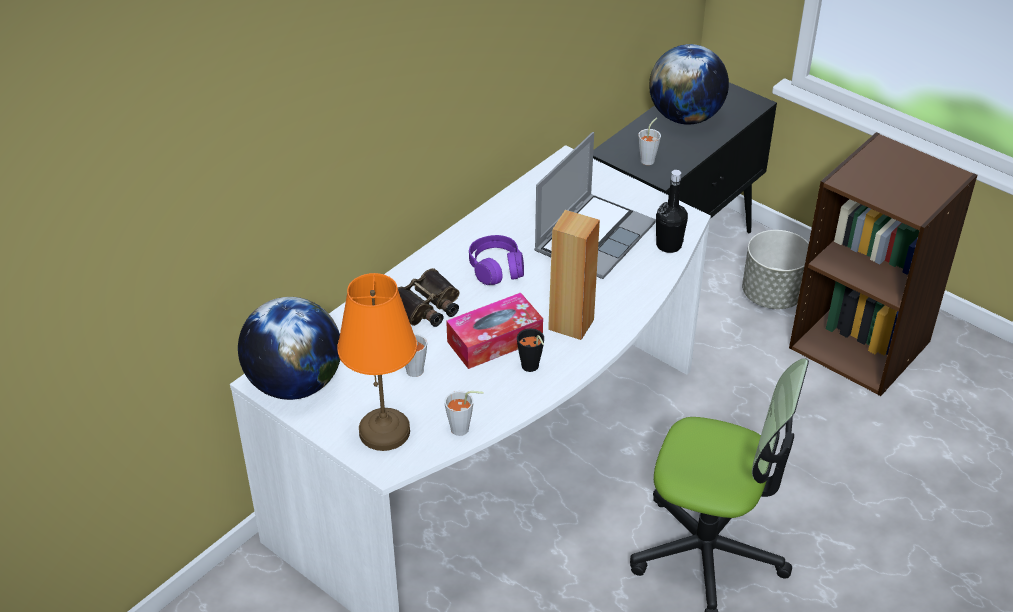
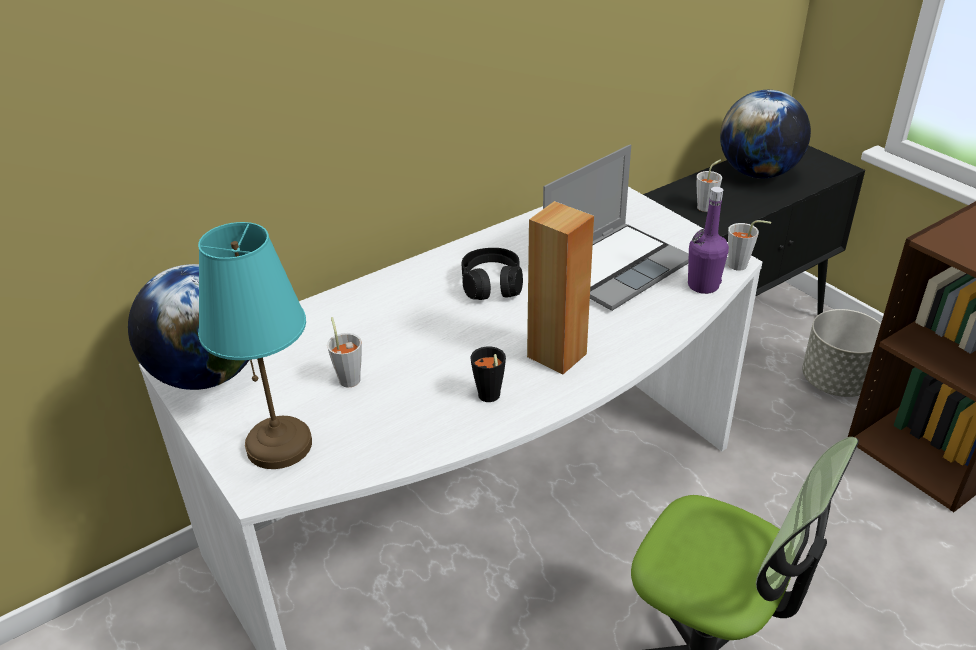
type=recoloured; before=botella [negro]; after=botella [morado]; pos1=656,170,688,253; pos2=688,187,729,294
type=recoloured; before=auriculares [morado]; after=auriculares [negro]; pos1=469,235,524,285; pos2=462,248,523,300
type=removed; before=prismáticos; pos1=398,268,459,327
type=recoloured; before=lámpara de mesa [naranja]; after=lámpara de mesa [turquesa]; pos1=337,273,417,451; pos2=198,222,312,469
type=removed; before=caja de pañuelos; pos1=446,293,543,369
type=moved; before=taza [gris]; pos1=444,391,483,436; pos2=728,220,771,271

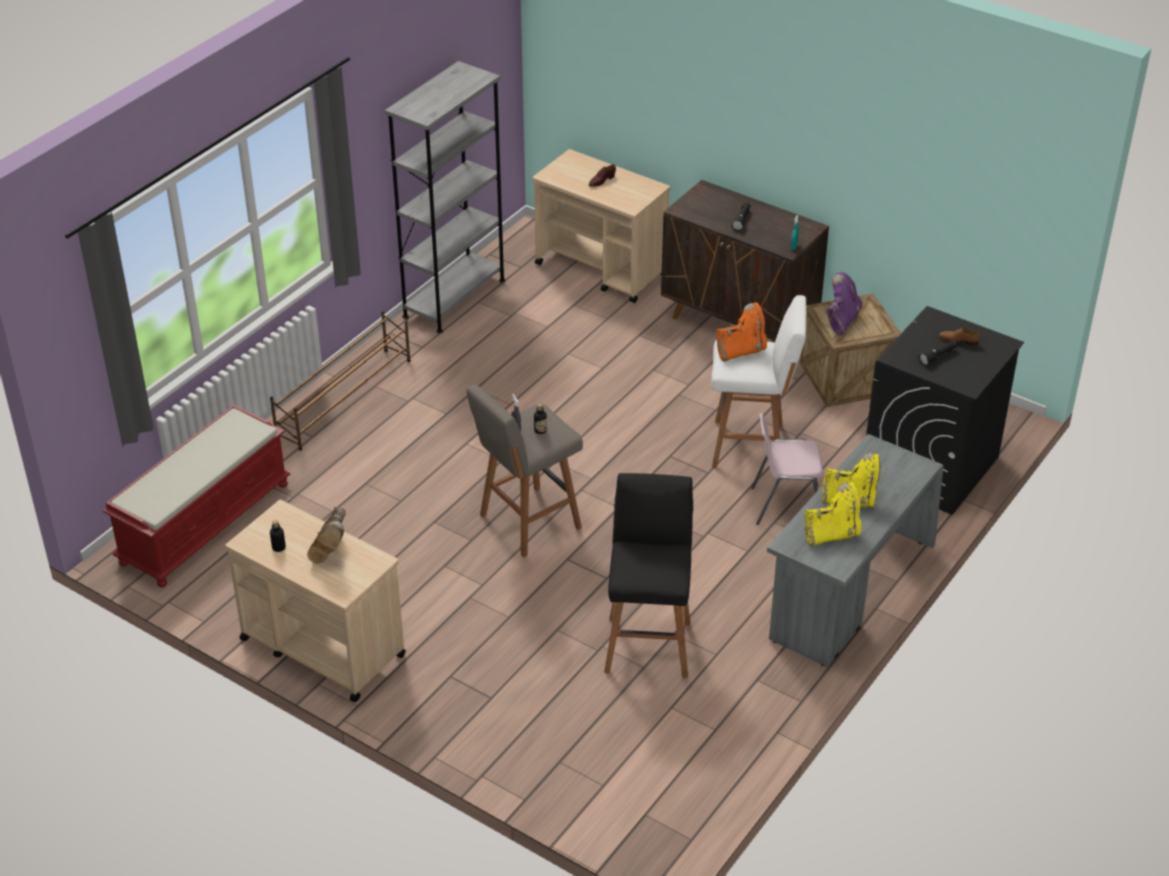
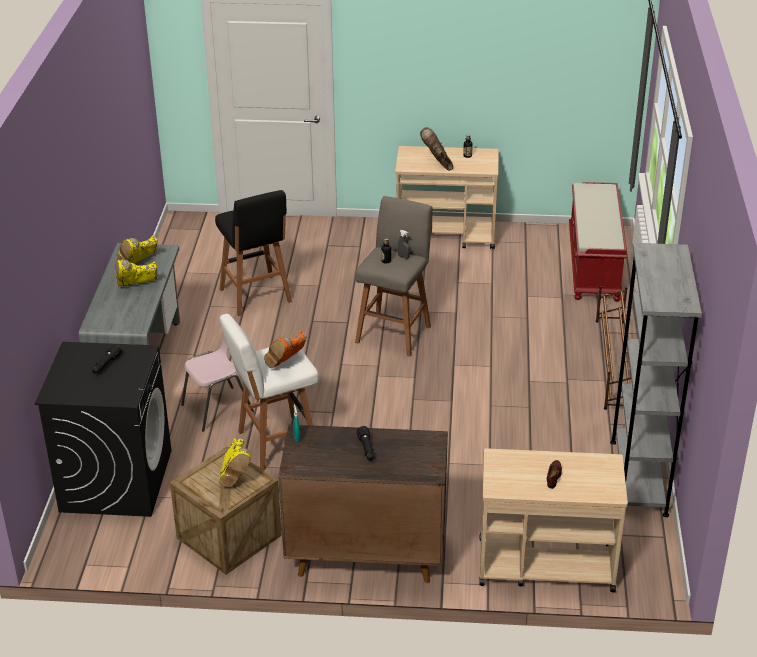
type=recoloured; before=bota [morado]; after=bota [amarillo]; pos1=826,272,862,335; pos2=219,438,251,488
type=removed; before=zapato [marrón]; pos1=939,328,980,346

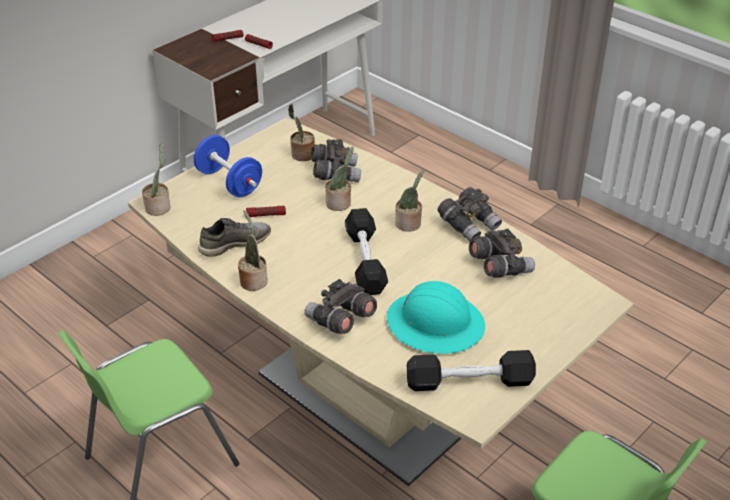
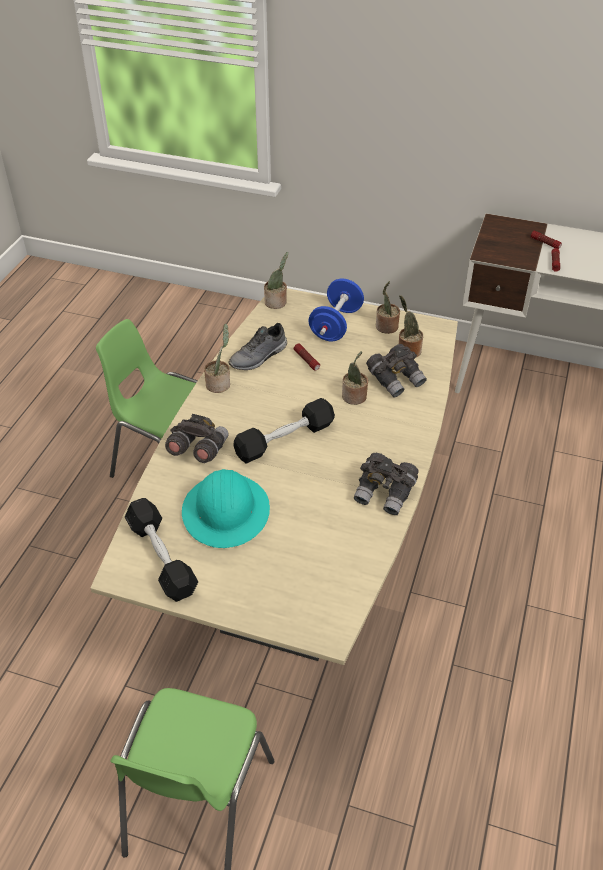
type=moved; before=planta en maceta; pos1=395,170,424,232; pos2=376,281,400,334
type=turned; before=zapato [gris]; pos1=198,218,271,257; pos2=228,323,287,370; turn=105
type=removed; before=prismáticos [gris]; pos1=469,229,535,278

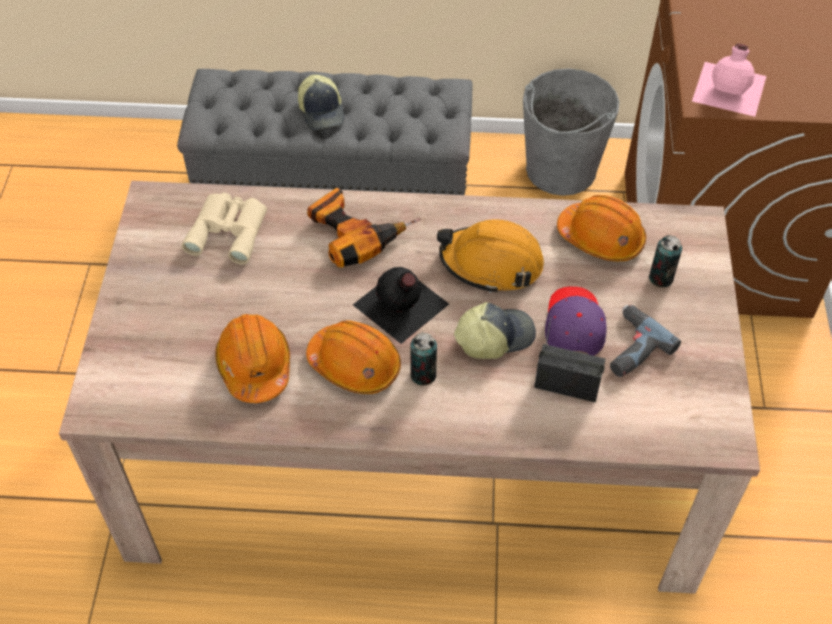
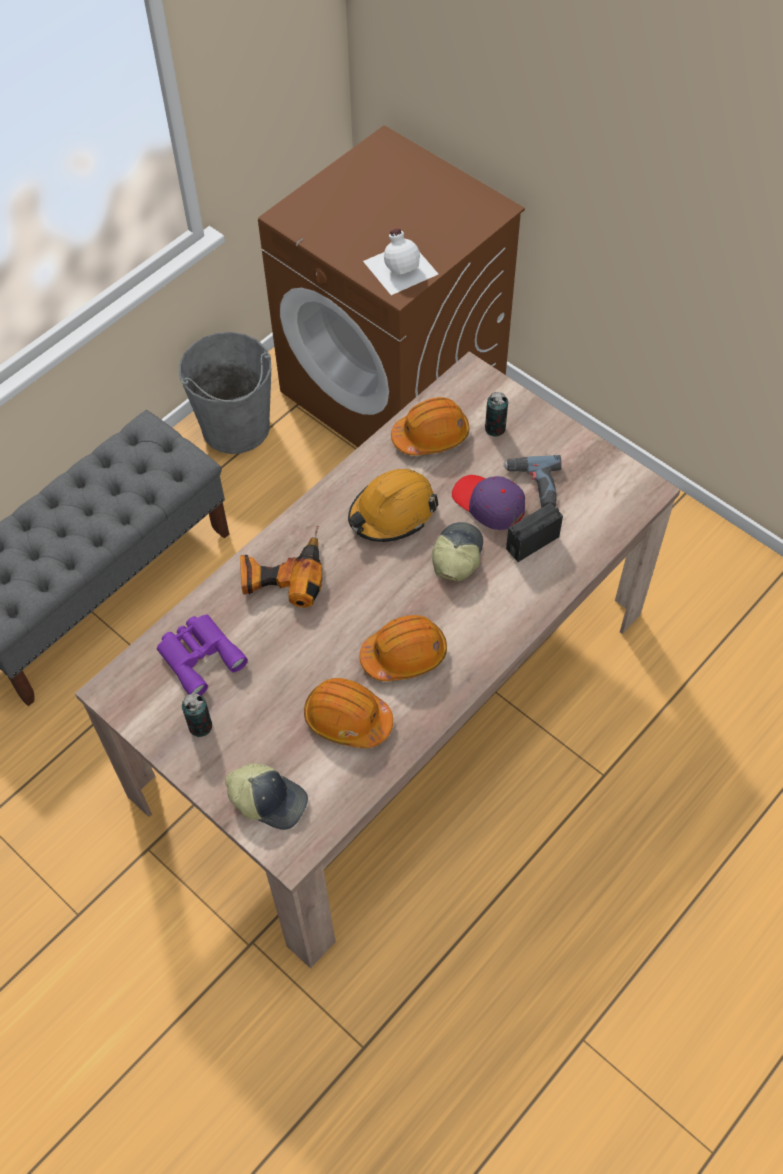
type=recoloured; before=botella [rosa]; after=botella [blanco]; pos1=692,44,766,117; pos2=363,229,438,295
type=moved; before=gorra; pos1=298,75,344,130; pos2=225,763,308,830
type=recoloured; before=prismáticos [beis]; after=prismáticos [morado]; pos1=182,193,267,265; pos2=157,614,248,696
type=removed; before=botella [negro]; pos1=353,267,449,344
type=moved; before=lata; pos1=410,333,437,385; pos2=182,693,212,737

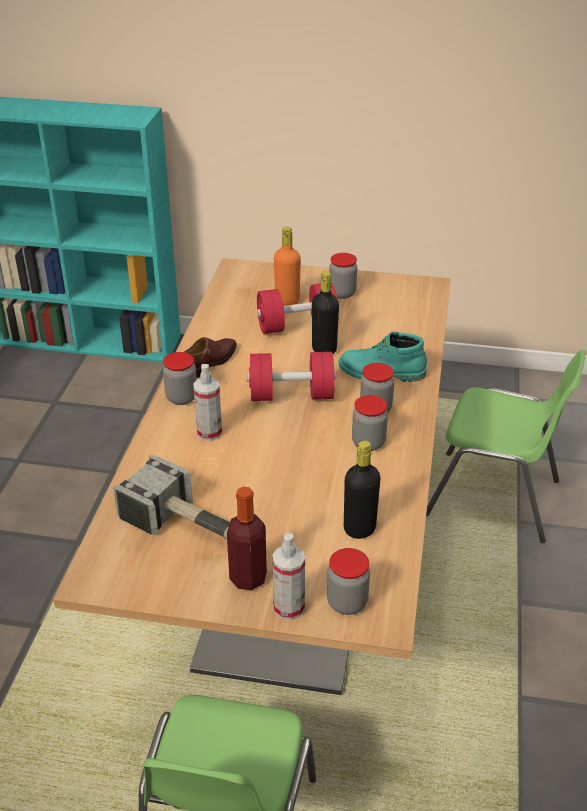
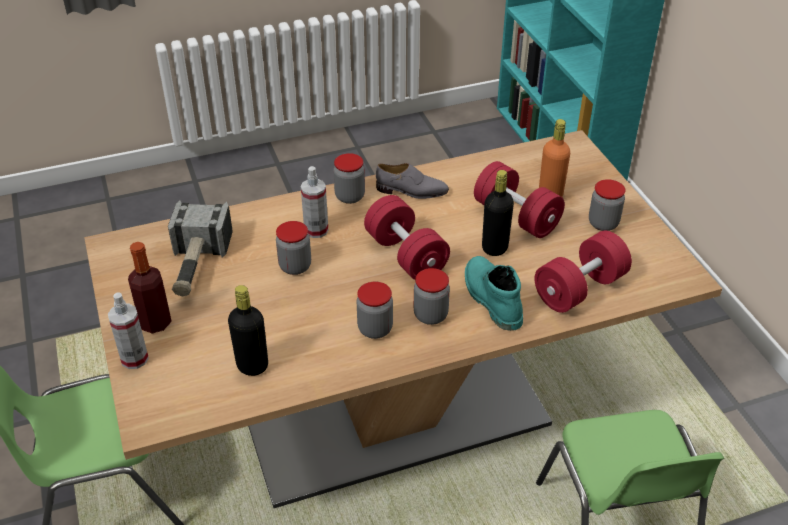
type=recoloured; before=zapato [marrón]; after=zapato [gris]; pos1=184,337,237,378; pos2=376,163,449,199
type=moved; before=tarro; pos1=327,548,370,615; pos2=276,221,311,275
type=added; after=mancuerna [rojo]; pos2=534,231,632,313

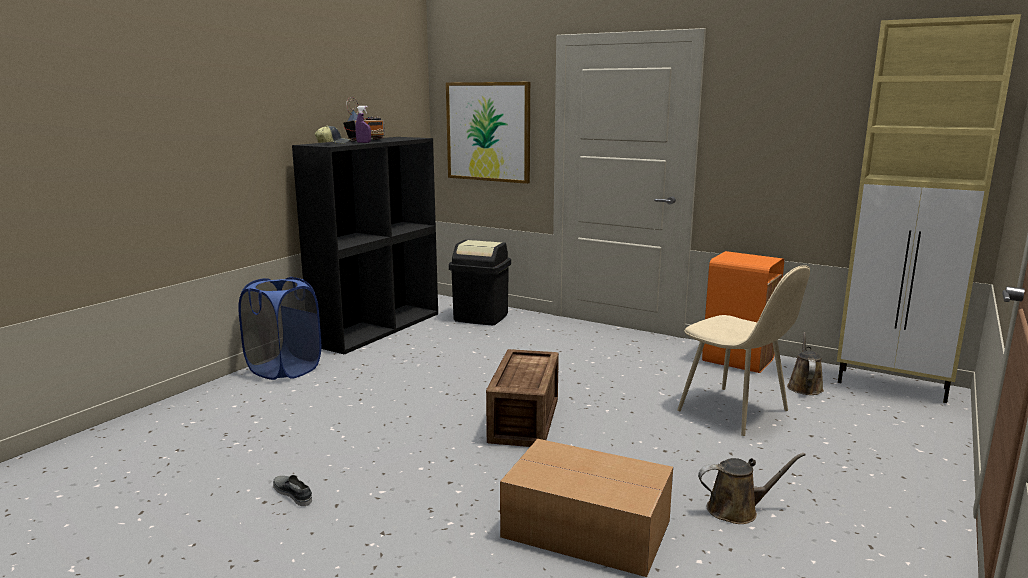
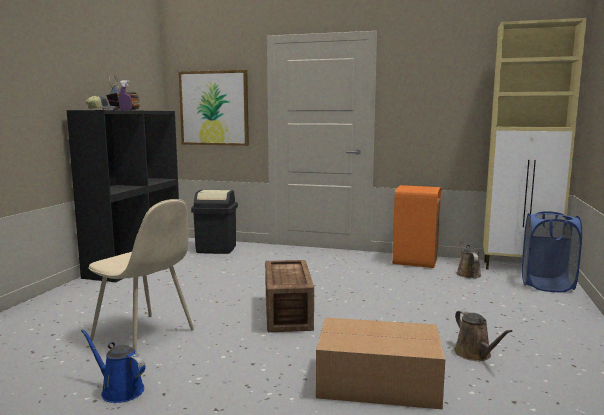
type=moved; before=silla [beis]; pos1=677,265,810,436; pos2=89,199,194,354
type=moved; before=cesto de la ropa [azul]; pos1=238,277,321,380; pos2=522,211,582,292
type=turned; before=regadera [marrón]; pos1=698,453,805,524; pos2=454,310,513,361; turn=90
type=replaced; before=zapato [gris]; after=regadera [azul]; pos1=273,475,312,506; pos2=81,329,145,403

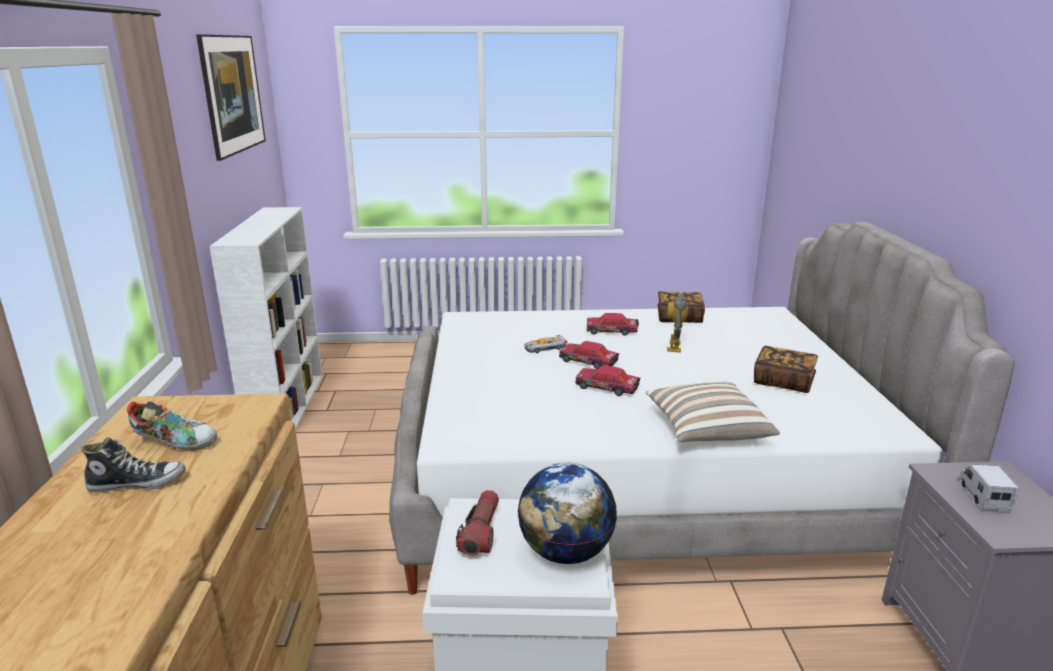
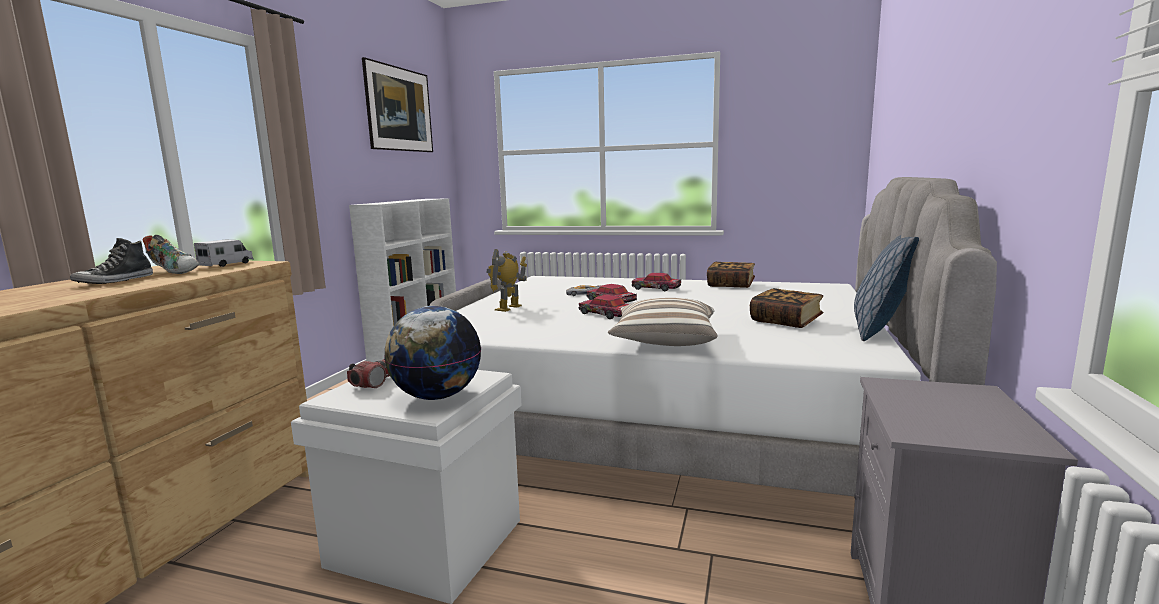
type=moved; before=robot de juguete; pos1=667,292,688,353; pos2=486,249,527,312
type=turned; before=zapato; pos1=81,437,186,493; pos2=70,238,153,284; turn=105
type=moved; before=camión de juguete; pos1=959,464,1019,511; pos2=194,240,254,267
type=added; after=cojín; pos2=854,235,919,341

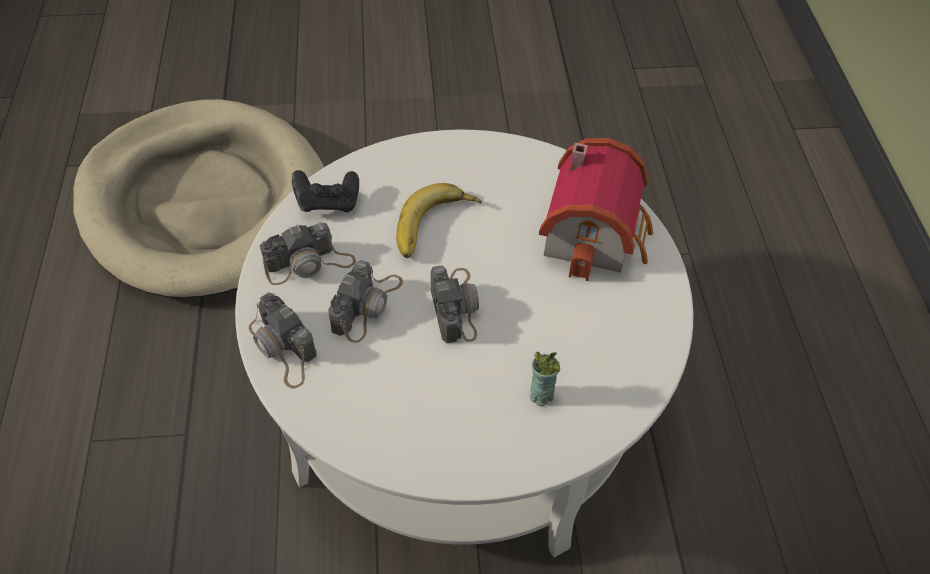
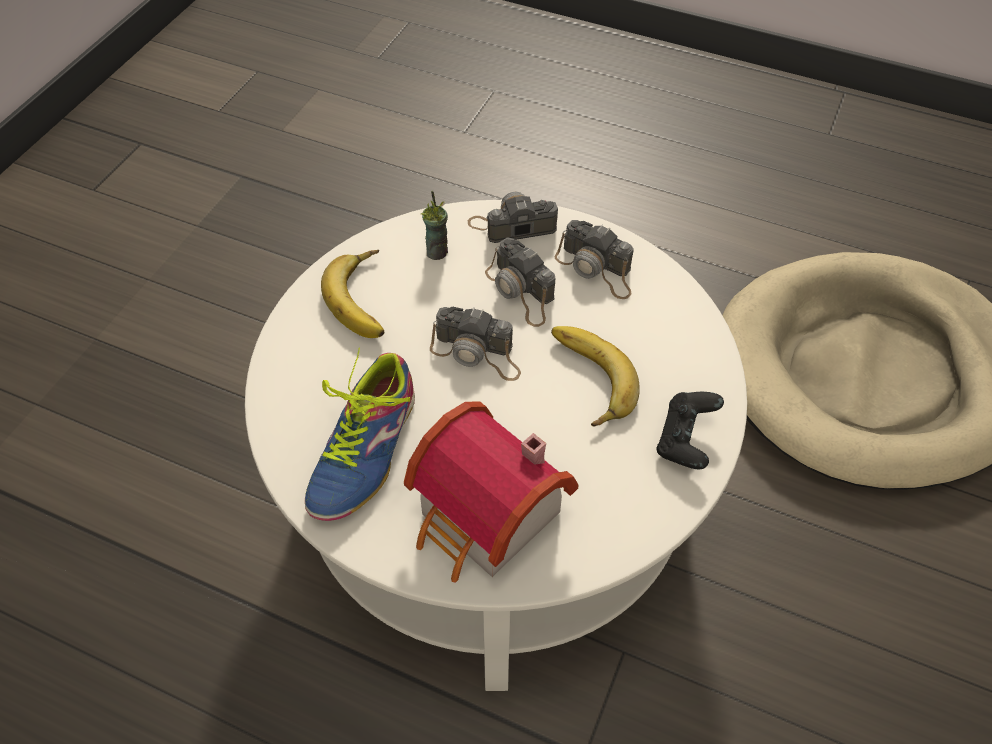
type=moved; before=mando de consola [negro]; pos1=292,170,359,212; pos2=656,392,724,469
type=turned; before=cámara; pos1=259,223,356,285; pos2=555,220,634,299; turn=-60
type=moved; before=taza; pos1=530,351,560,406; pos2=421,191,448,260
type=added; after=plátano; pos2=321,250,384,338
type=added; after=zapato; pos2=305,347,415,521

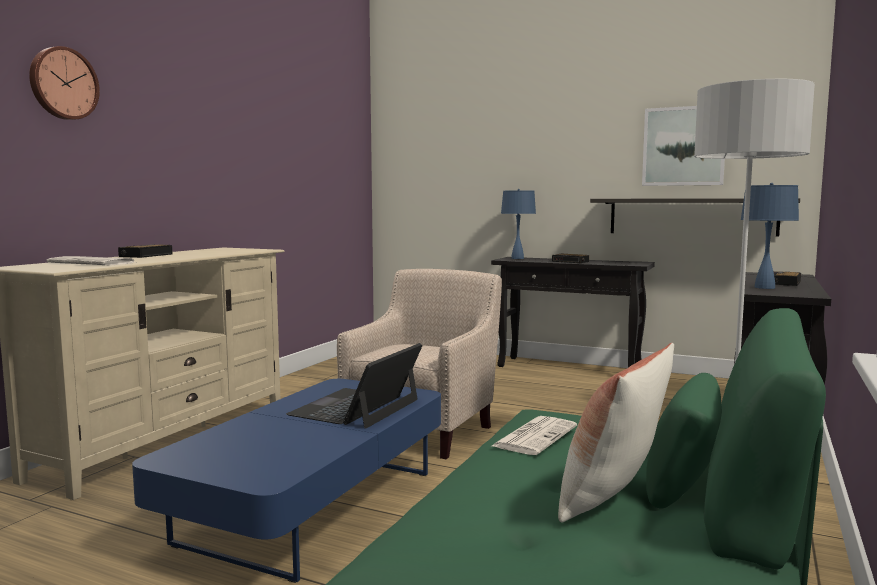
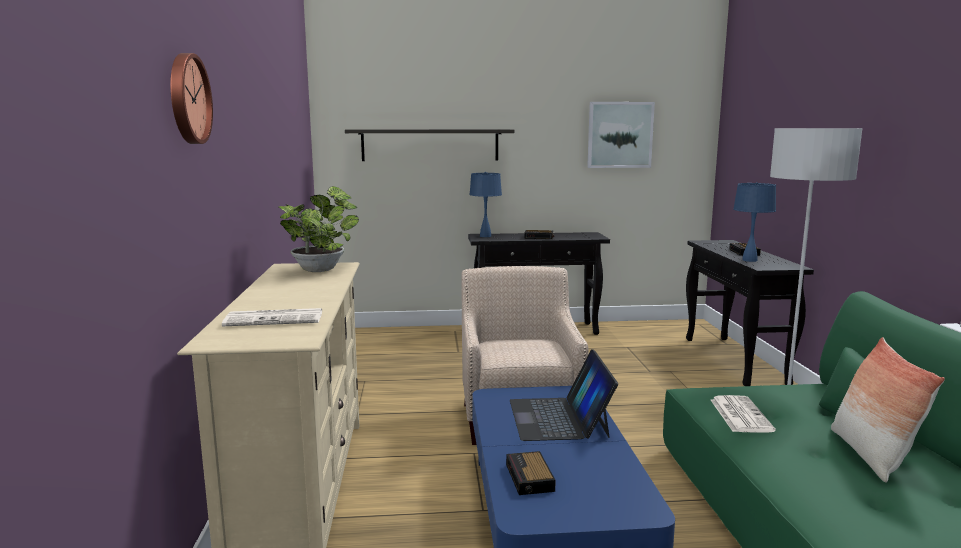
type=moved; before=estante; pos1=590,198,800,237; pos2=345,129,514,161
type=moved; before=despertador; pos1=118,244,173,258; pos2=506,451,556,495
type=added; after=planta en maceta; pos2=278,186,359,272

